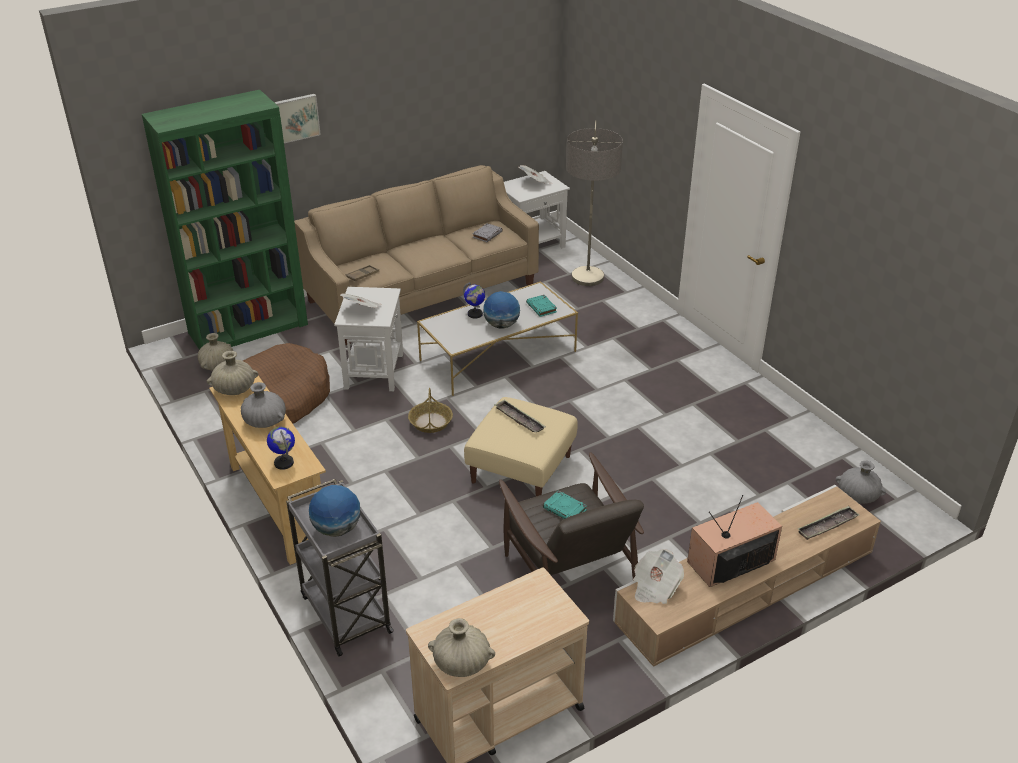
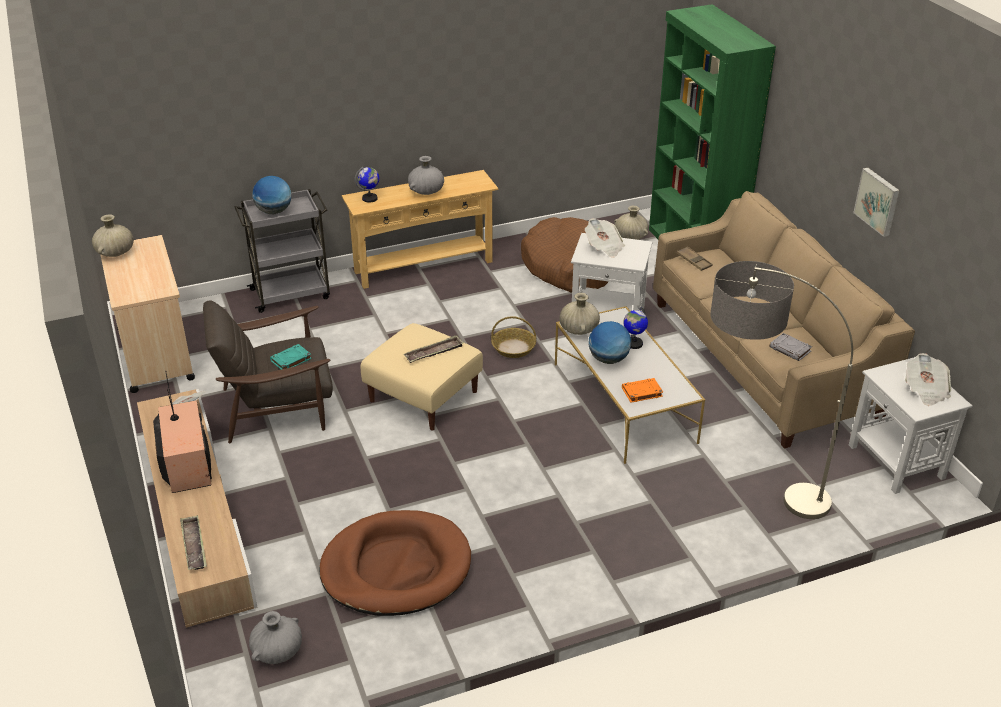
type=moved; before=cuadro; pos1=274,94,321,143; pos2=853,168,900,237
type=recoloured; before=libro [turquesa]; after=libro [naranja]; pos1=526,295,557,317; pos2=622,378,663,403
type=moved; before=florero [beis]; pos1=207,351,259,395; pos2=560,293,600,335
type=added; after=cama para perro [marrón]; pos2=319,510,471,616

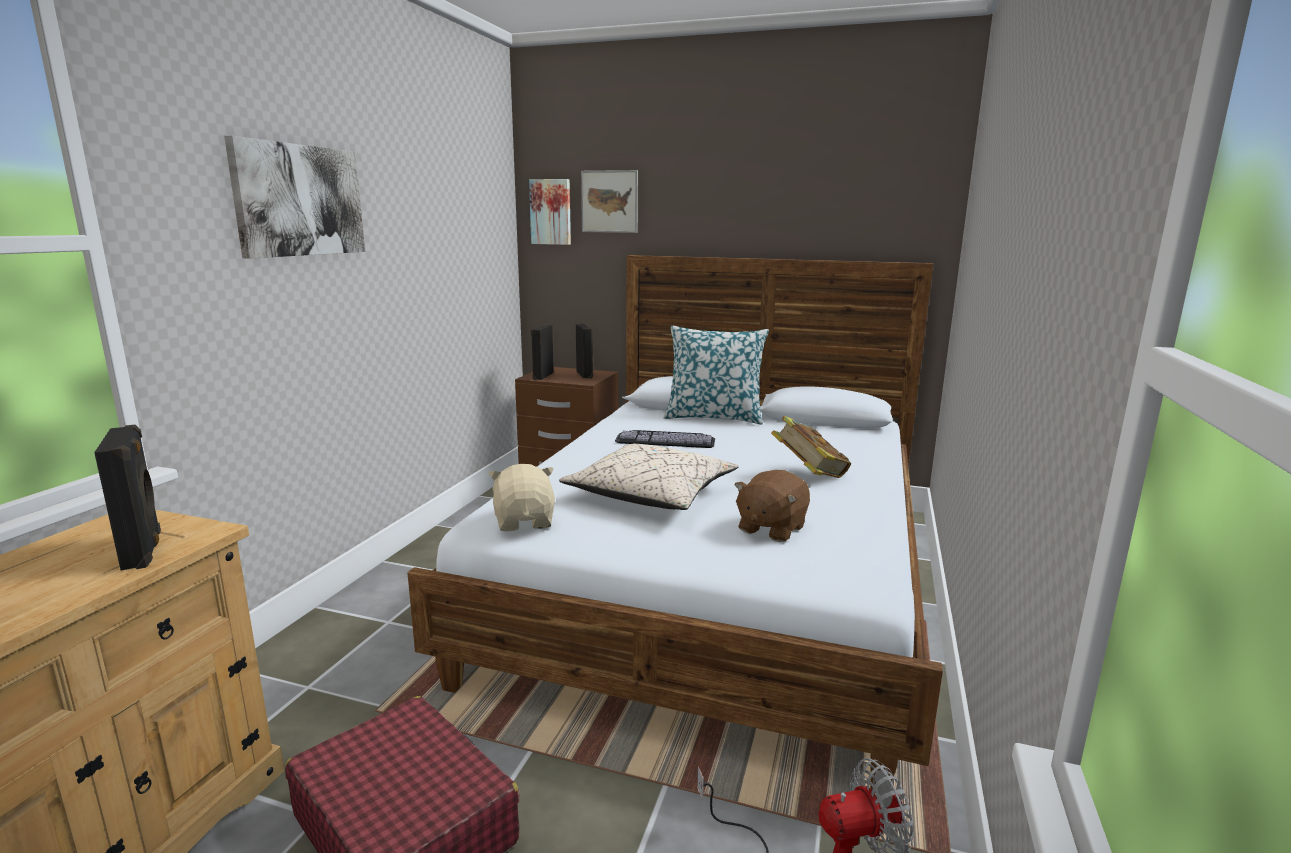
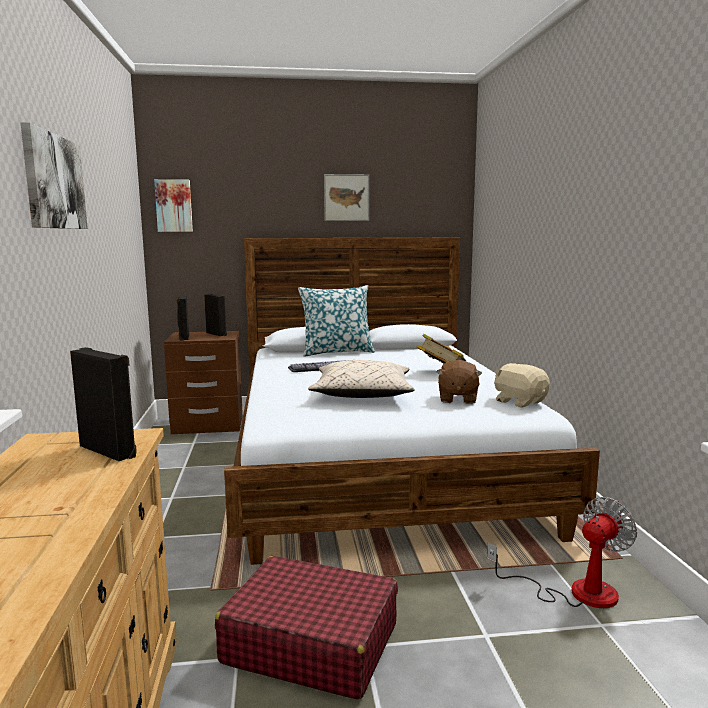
type=moved; before=cuadro; pos1=581,170,638,233; pos2=324,174,369,221
type=moved; before=peluche [beis]; pos1=489,464,555,531; pos2=494,363,550,407

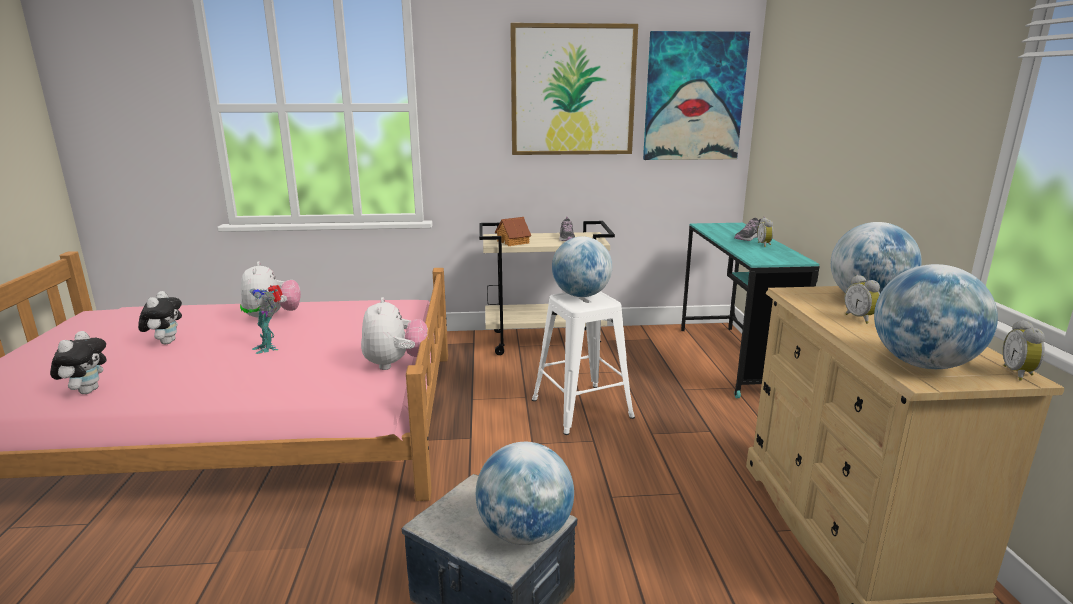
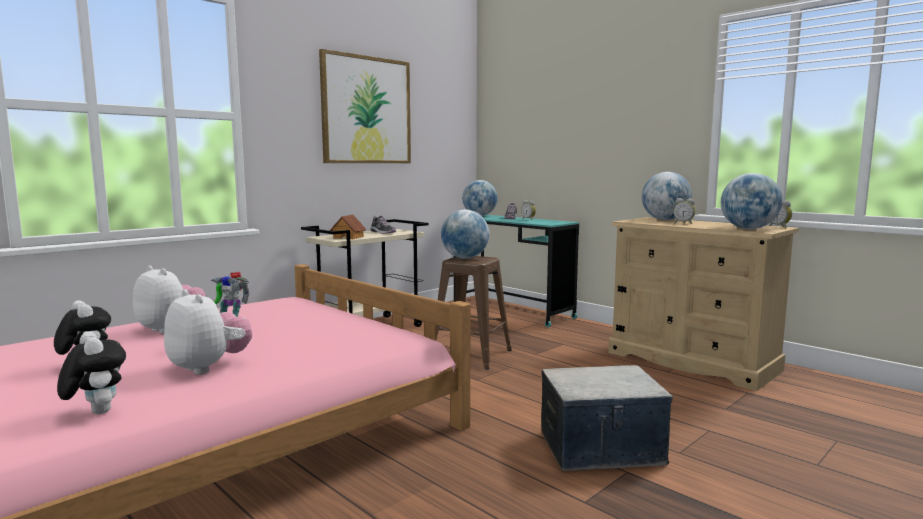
type=removed; before=cuadro; pos1=643,31,750,160
type=recoloured; before=taburete [blanco]; after=taburete [marrón]; pos1=532,291,635,435; pos2=436,256,512,370
type=moved; before=peluche; pos1=361,297,428,370; pos2=164,289,252,375
type=moved; before=globo terráqueo; pos1=476,442,574,545; pos2=462,180,498,216

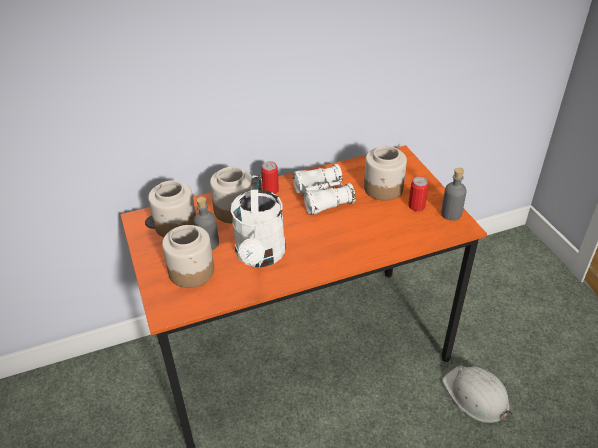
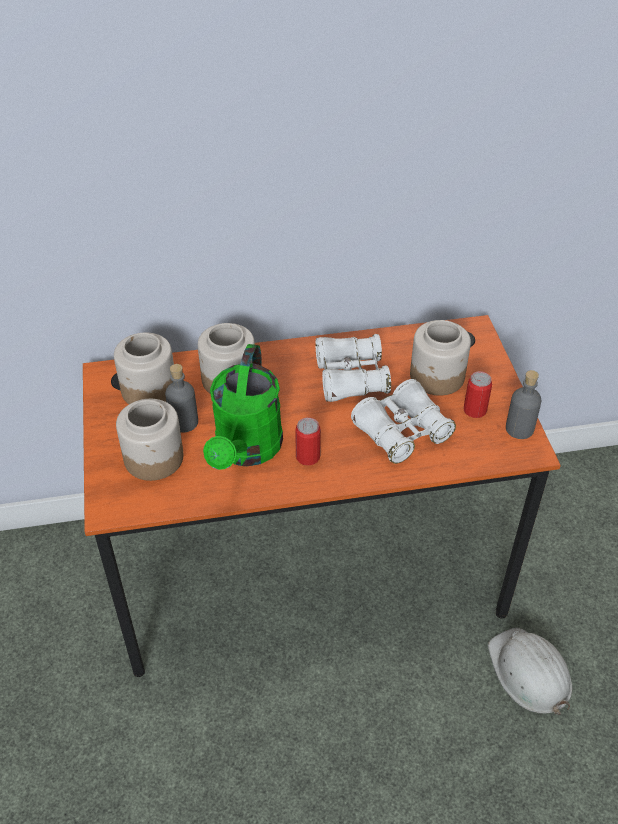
type=moved; before=lata; pos1=261,161,279,194; pos2=295,417,321,466
type=recoloured; before=regadera [blanco]; after=regadera [verde]; pos1=231,175,286,267; pos2=203,344,283,470
type=added; after=prismáticos [blanco]; pos2=351,379,456,464

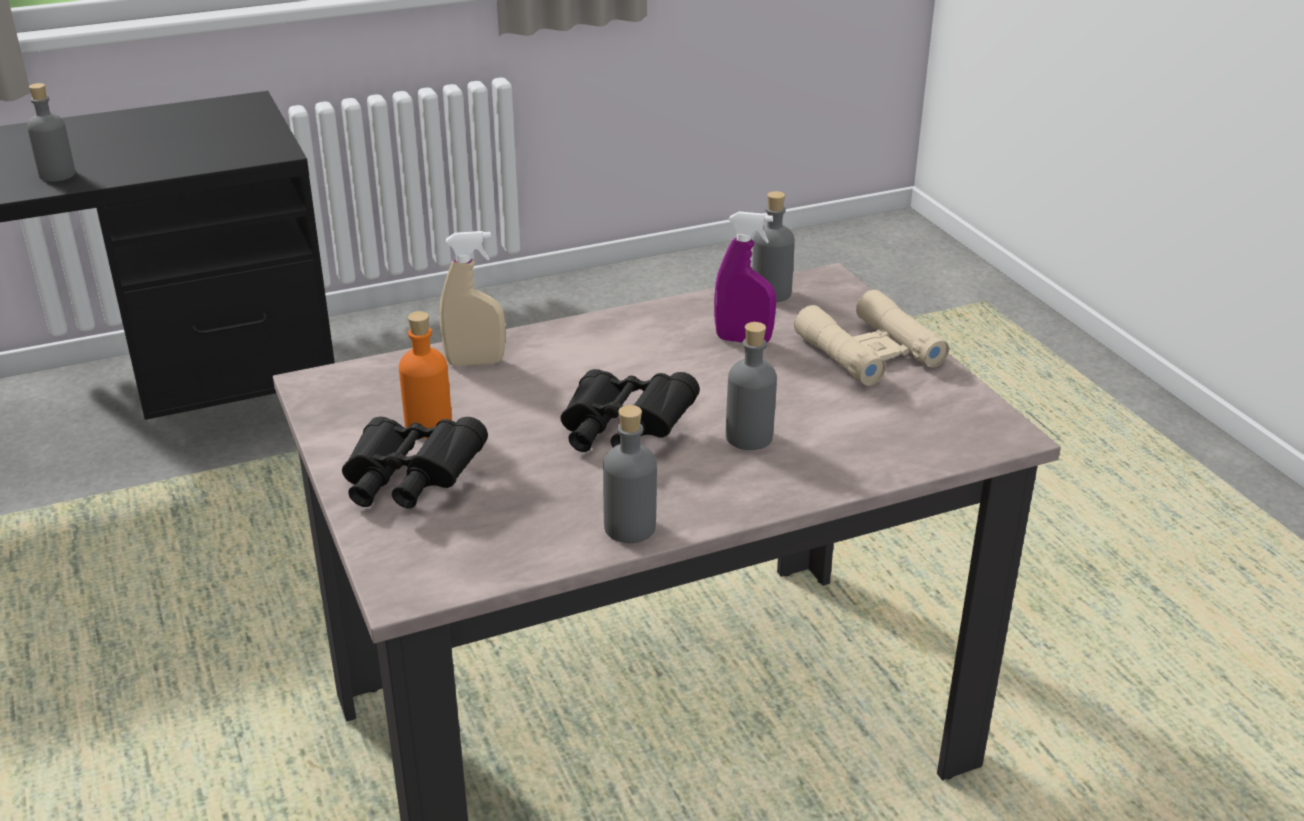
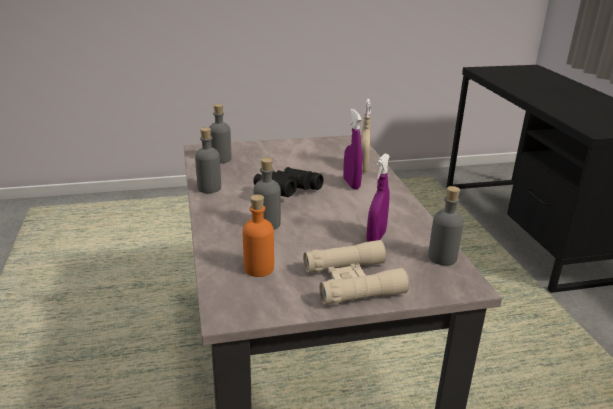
type=moved; before=botella [gris]; pos1=27,83,75,182; pos2=209,104,231,164
type=moved; before=botella [naranja]; pos1=399,311,452,438; pos2=243,194,274,277
type=removed; before=prismáticos [negro]; pos1=342,417,488,508
type=added; after=pulverizador [morado]; pos2=343,109,363,189

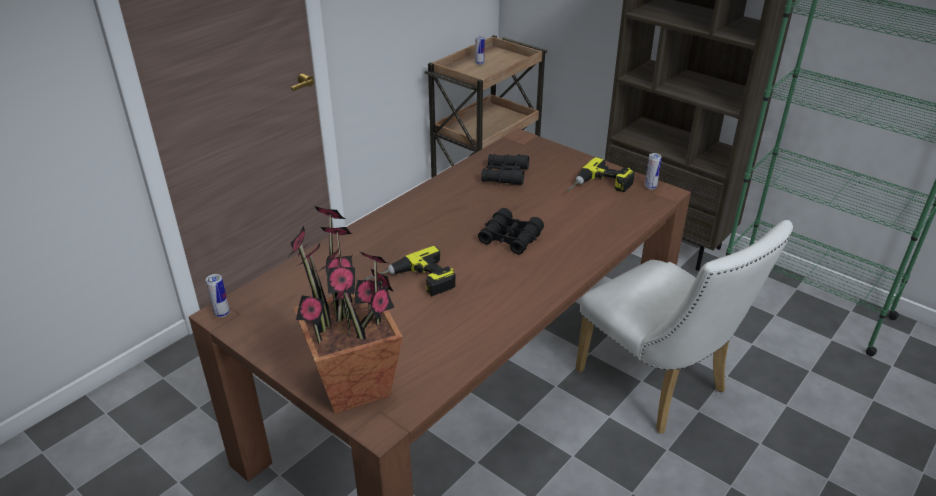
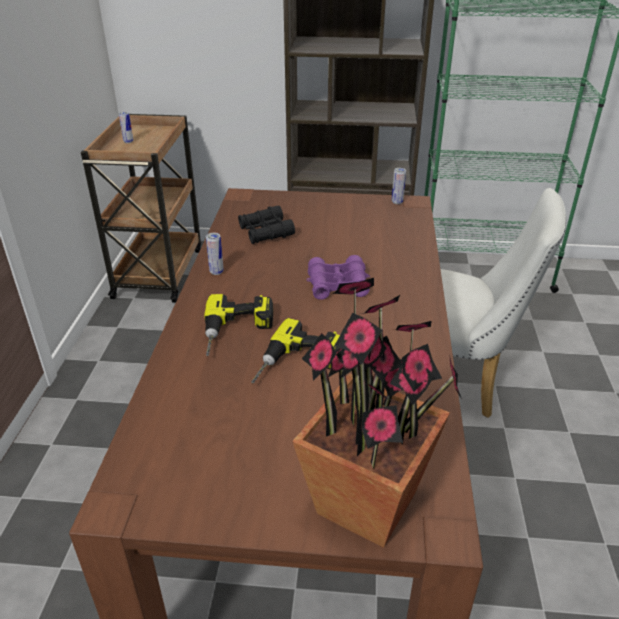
type=moved; before=taladro; pos1=567,157,635,192; pos2=204,294,273,356
type=recoloured; before=prismáticos [negro]; after=prismáticos [morado]; pos1=478,208,544,254; pos2=307,255,370,300
type=moved; before=lata; pos1=206,274,230,318; pos2=206,233,224,275

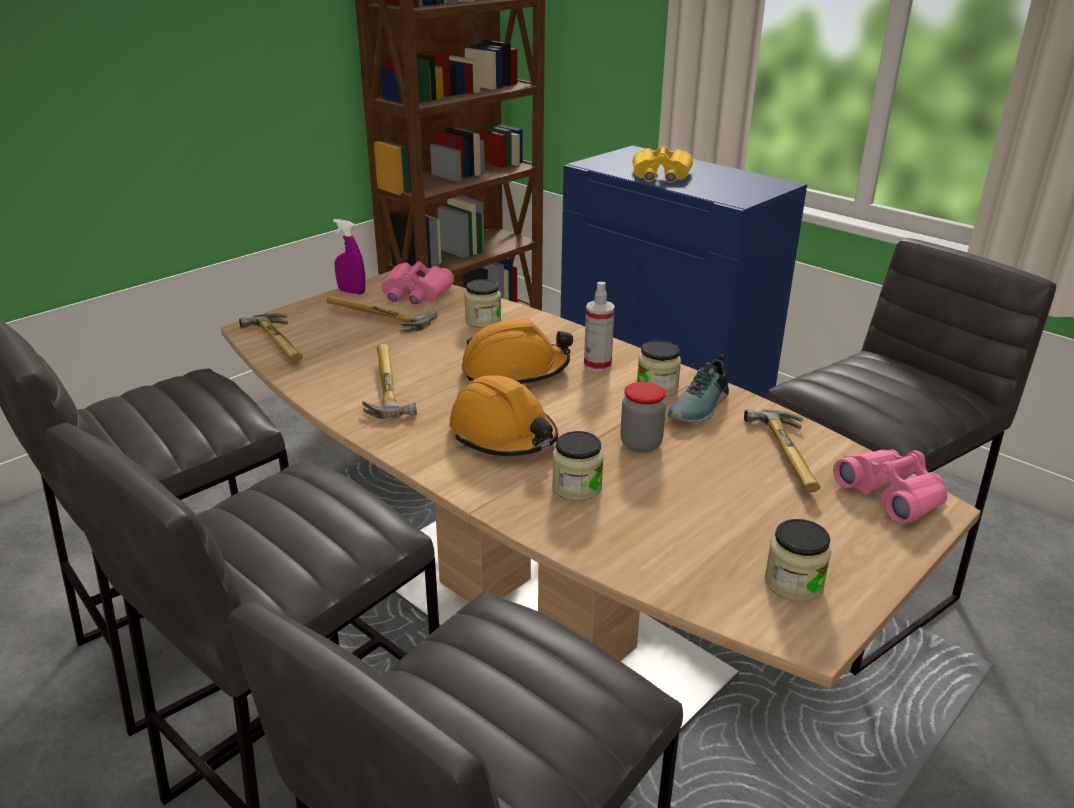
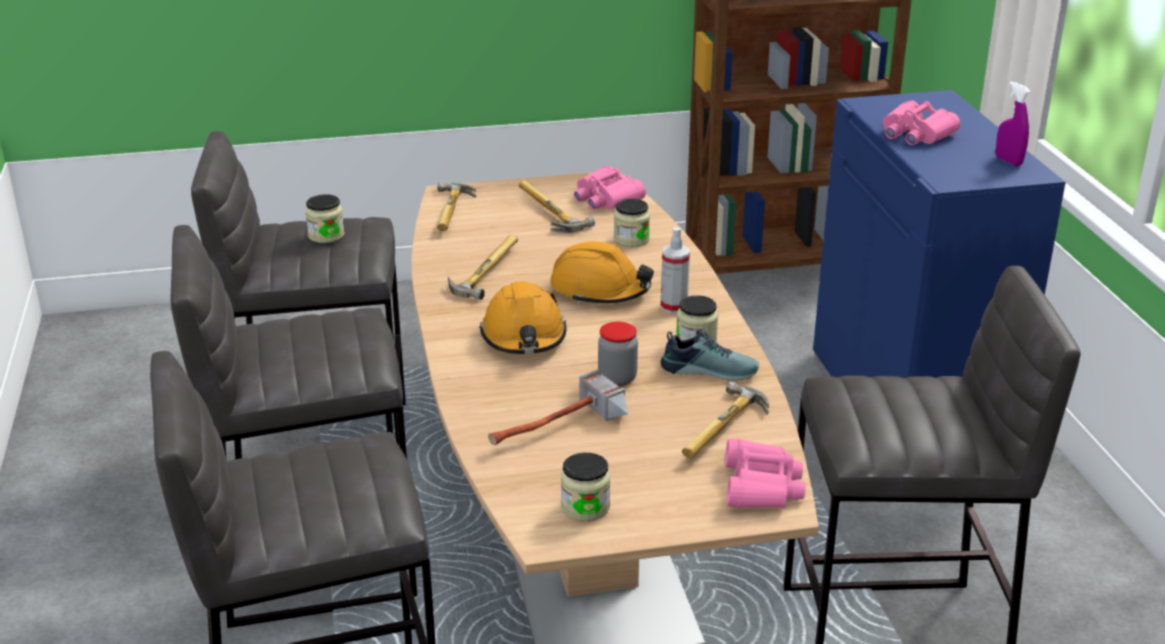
type=recoloured; before=prismáticos [amarillo]; after=prismáticos [rosa]; pos1=633,145,693,183; pos2=883,100,960,145
type=moved; before=pulverizador [morado]; pos1=333,219,365,294; pos2=996,82,1030,166
type=turned; before=zapato; pos1=667,354,729,423; pos2=660,329,759,381; turn=-150
type=moved; before=tarro; pos1=552,431,604,501; pos2=305,194,344,243
type=added; after=martillo; pos2=488,370,628,445

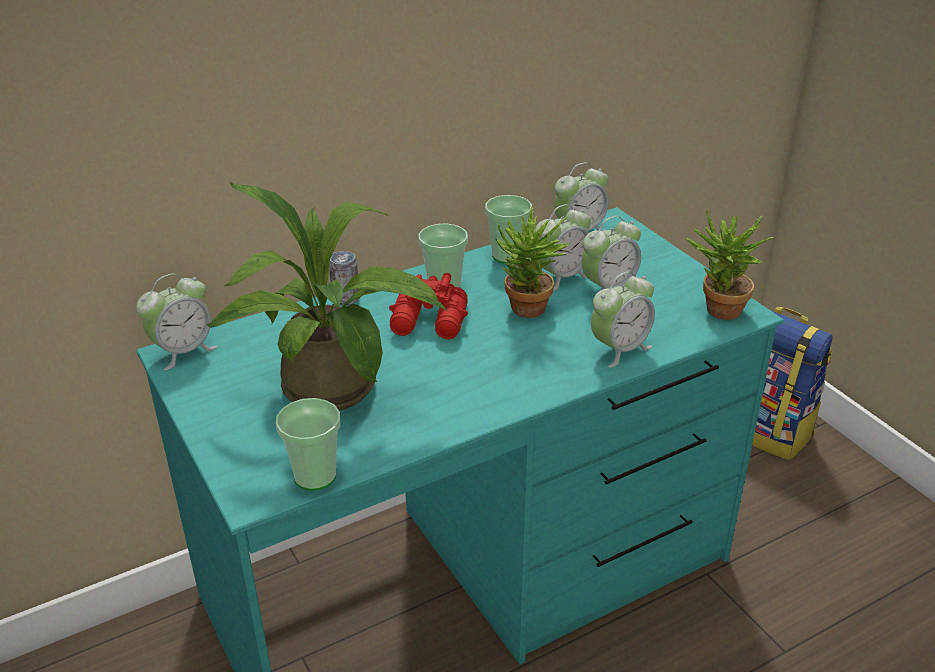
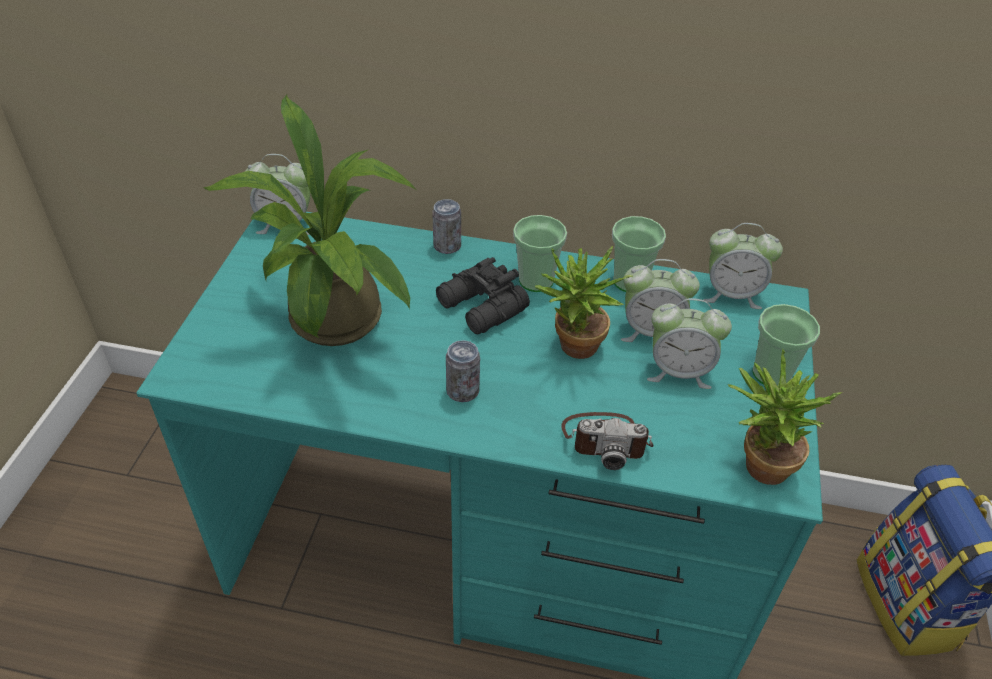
type=replaced; before=despertador; after=cámara; pos1=591,271,655,368; pos2=561,412,654,470
type=recoloured; before=prismáticos [rojo]; after=prismáticos [negro]; pos1=389,273,468,339; pos2=436,257,530,334
type=moved; before=taza; pos1=276,398,340,491; pos2=753,304,820,386
type=added; after=lata; pos2=446,340,480,402

